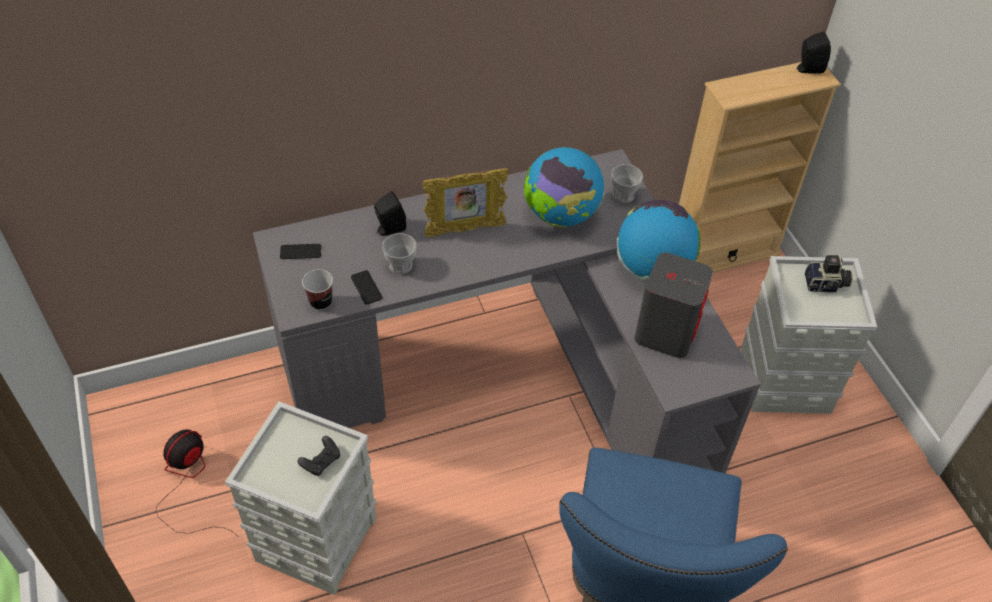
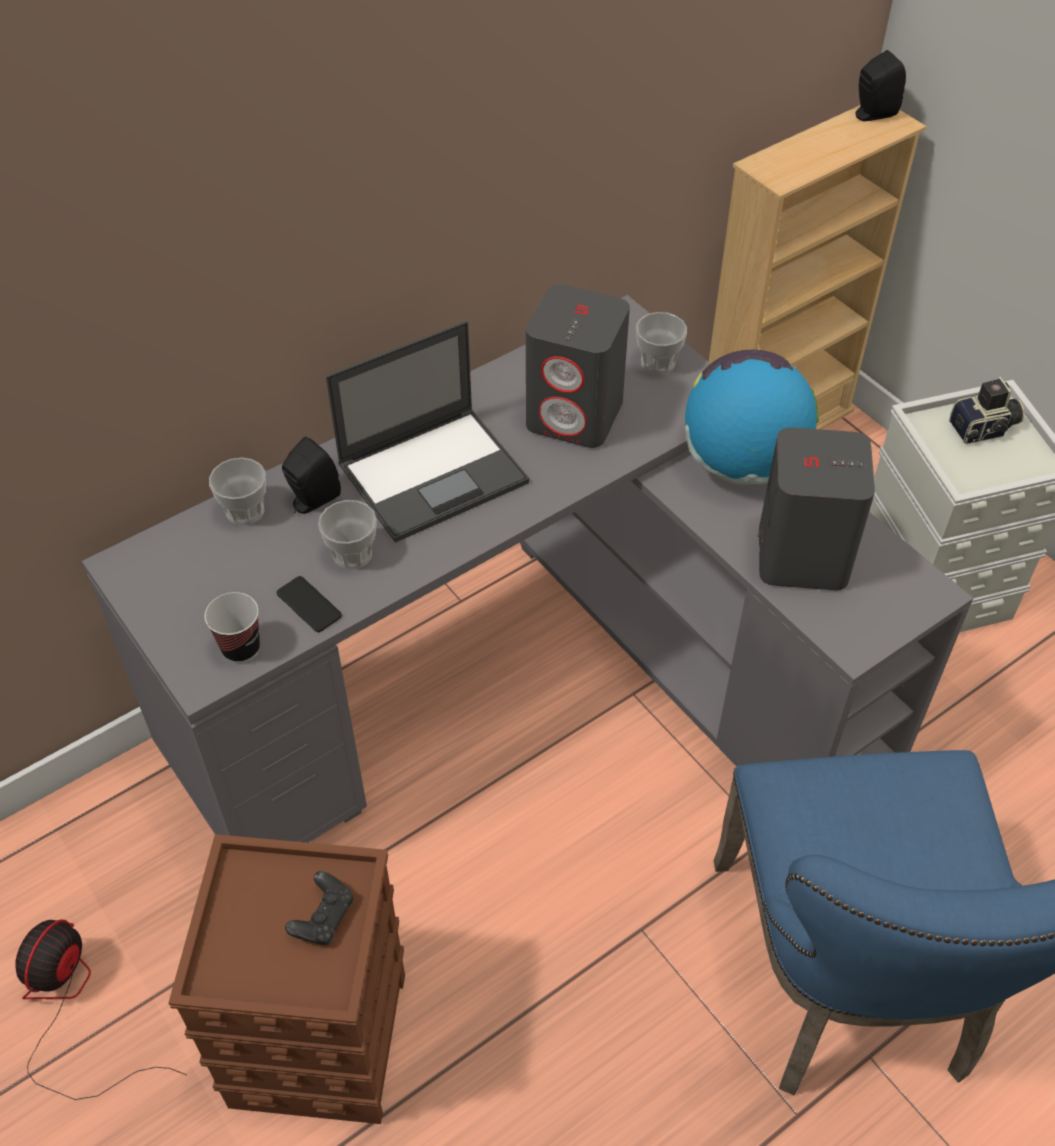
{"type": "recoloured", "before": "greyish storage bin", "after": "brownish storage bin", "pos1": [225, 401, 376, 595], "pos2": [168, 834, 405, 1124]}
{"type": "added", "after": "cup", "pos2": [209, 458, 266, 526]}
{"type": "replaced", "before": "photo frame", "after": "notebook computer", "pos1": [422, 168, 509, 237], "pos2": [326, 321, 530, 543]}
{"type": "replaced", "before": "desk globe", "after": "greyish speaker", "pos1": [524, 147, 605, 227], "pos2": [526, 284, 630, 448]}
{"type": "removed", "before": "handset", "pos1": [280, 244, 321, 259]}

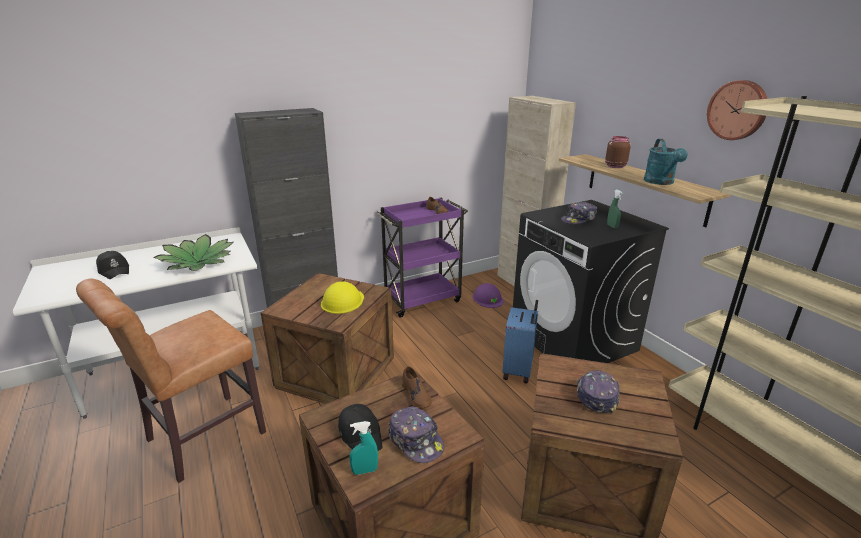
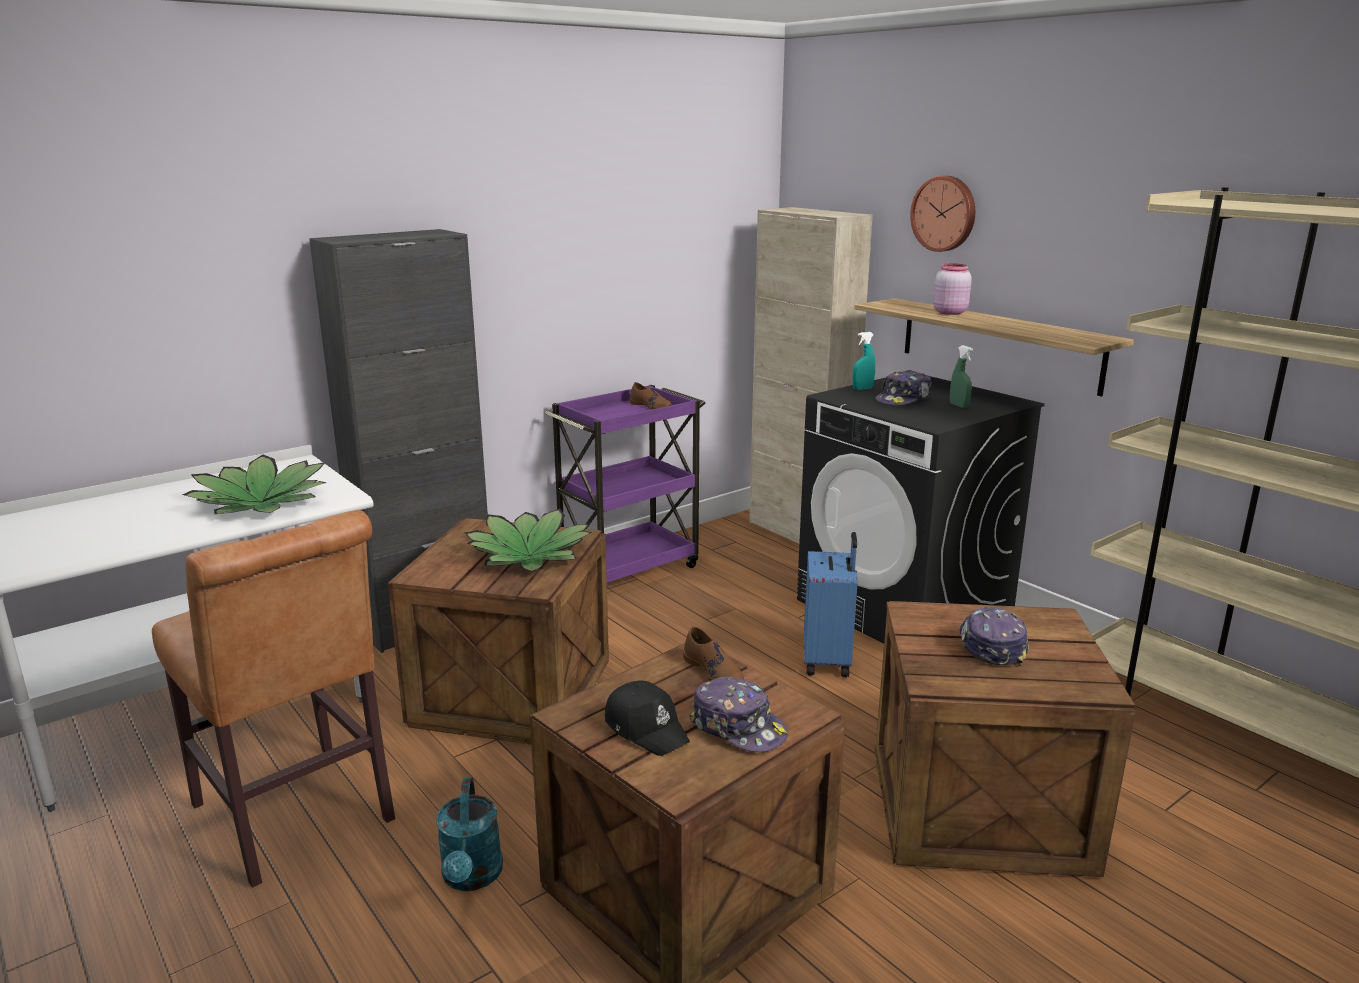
{"type": "turned", "before": "brownish upright chair", "pos1": [76, 279, 266, 483], "pos2": [152, 510, 395, 888], "turn": -75}
{"type": "moved", "before": "turquoise-coloured watering pot", "pos1": [644, 139, 688, 185], "pos2": [436, 778, 503, 891]}
{"type": "replaced", "before": "yellowish hard hat", "after": "plant in a pot", "pos1": [321, 281, 364, 314], "pos2": [465, 508, 592, 571]}
{"type": "moved", "before": "turquoise-coloured spray bottle", "pos1": [349, 421, 378, 475], "pos2": [853, 332, 875, 390]}
{"type": "moved", "before": "clock on the wall", "pos1": [707, 80, 767, 140], "pos2": [910, 176, 975, 252]}
{"type": "recoloured", "before": "brownish storage jar", "after": "pink storage jar", "pos1": [605, 136, 631, 168], "pos2": [933, 264, 972, 315]}
{"type": "removed", "before": "blackish baseball cap", "pos1": [96, 251, 129, 279]}
{"type": "removed", "before": "purplish hard hat", "pos1": [473, 283, 504, 308]}

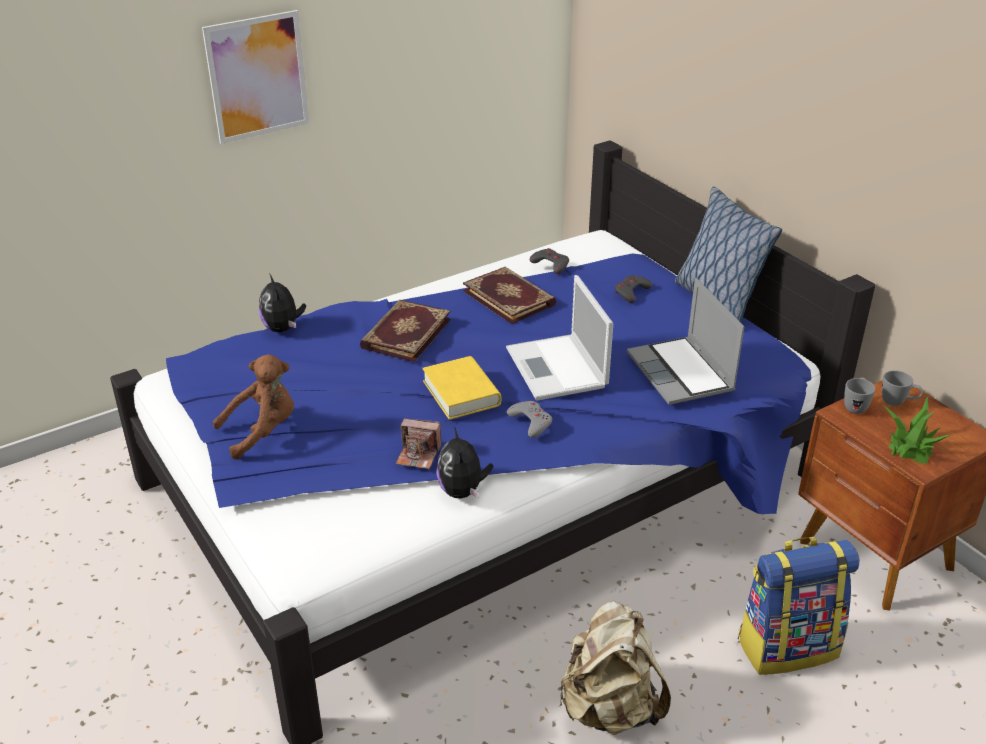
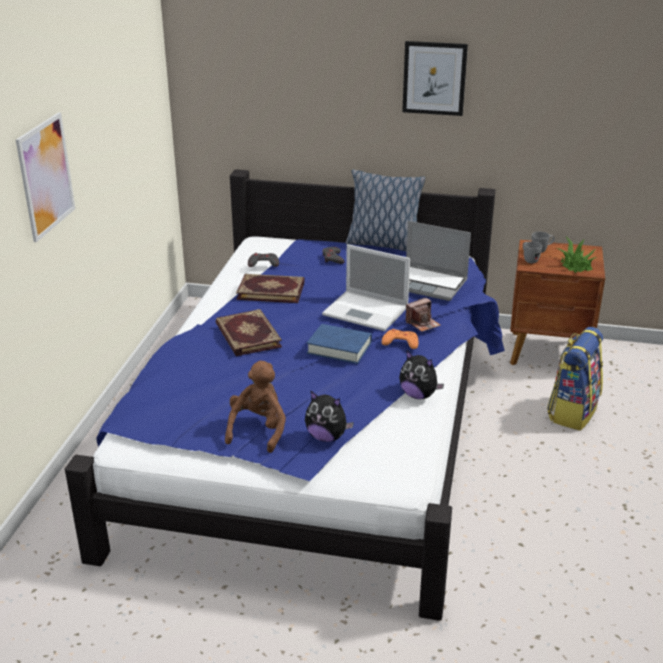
{"type": "moved", "before": "soft toy", "pos1": [259, 273, 306, 332], "pos2": [305, 390, 354, 442]}
{"type": "recoloured", "before": "yellowish book", "after": "blue book", "pos1": [422, 356, 501, 420], "pos2": [307, 324, 372, 364]}
{"type": "recoloured", "before": "greyish game controller", "after": "orange-coloured game controller", "pos1": [507, 401, 552, 438], "pos2": [382, 329, 419, 349]}
{"type": "added", "after": "wall art", "pos2": [402, 41, 468, 116]}
{"type": "moved", "before": "photo camera", "pos1": [396, 419, 442, 469], "pos2": [406, 298, 441, 332]}
{"type": "removed", "before": "beige-coloured rucksack", "pos1": [559, 601, 671, 735]}

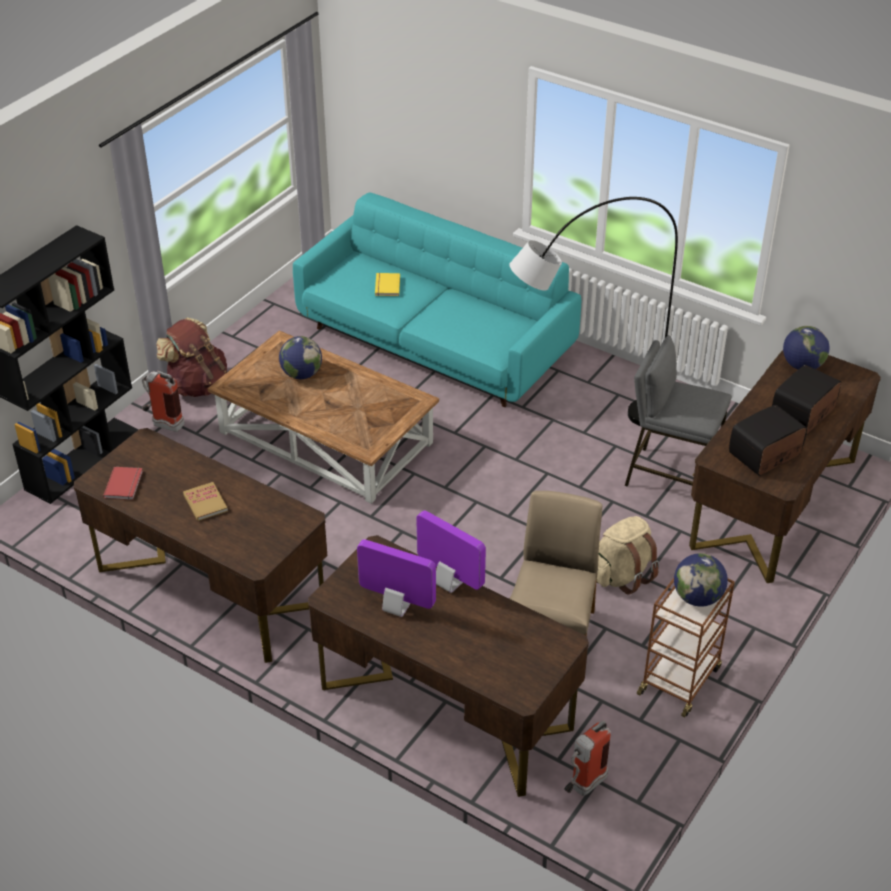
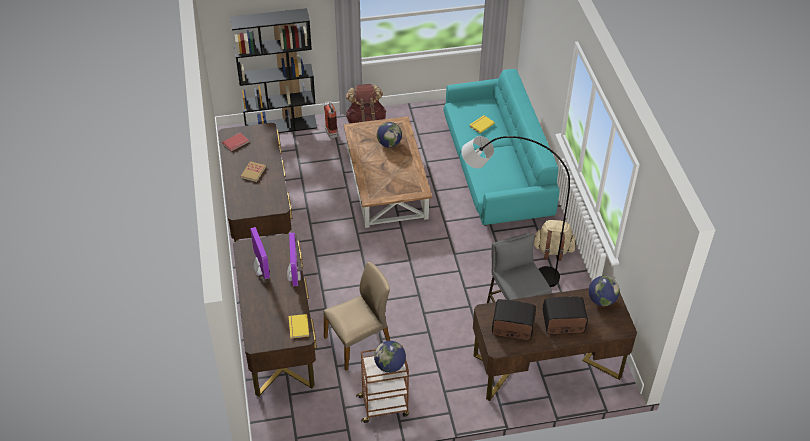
{"type": "added", "after": "yellowish book", "pos2": [289, 314, 309, 338]}
{"type": "moved", "before": "beige-coloured rucksack", "pos1": [596, 516, 659, 595], "pos2": [534, 220, 576, 261]}
{"type": "removed", "before": "fire extinguisher", "pos1": [564, 720, 611, 796]}

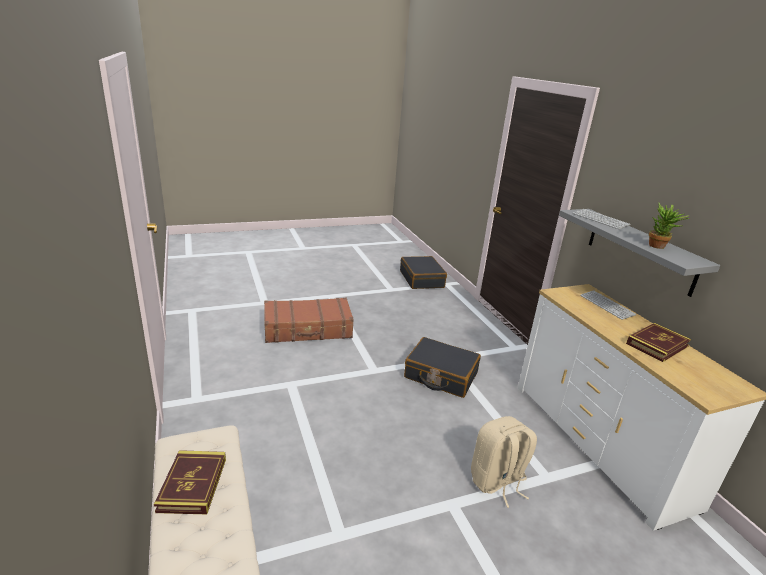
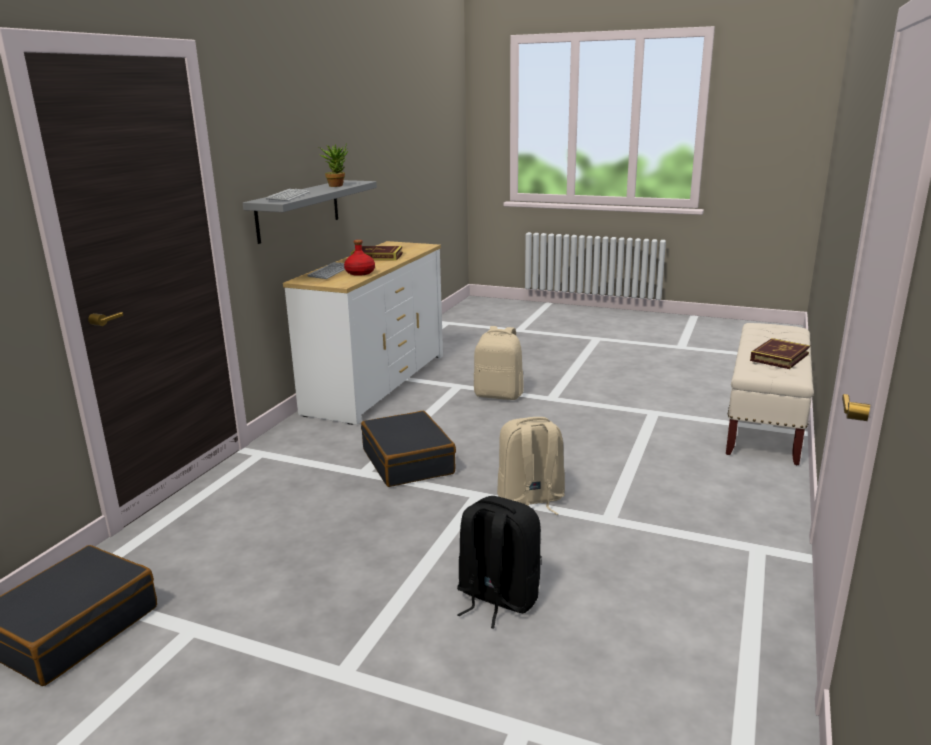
{"type": "added", "after": "red-coloured beverage bottle", "pos2": [344, 240, 375, 276]}
{"type": "replaced", "before": "brownish piece of luggage", "after": "blackish rucksack", "pos1": [264, 298, 354, 343], "pos2": [457, 496, 542, 629]}
{"type": "added", "after": "beige-coloured rucksack", "pos2": [497, 417, 565, 515]}

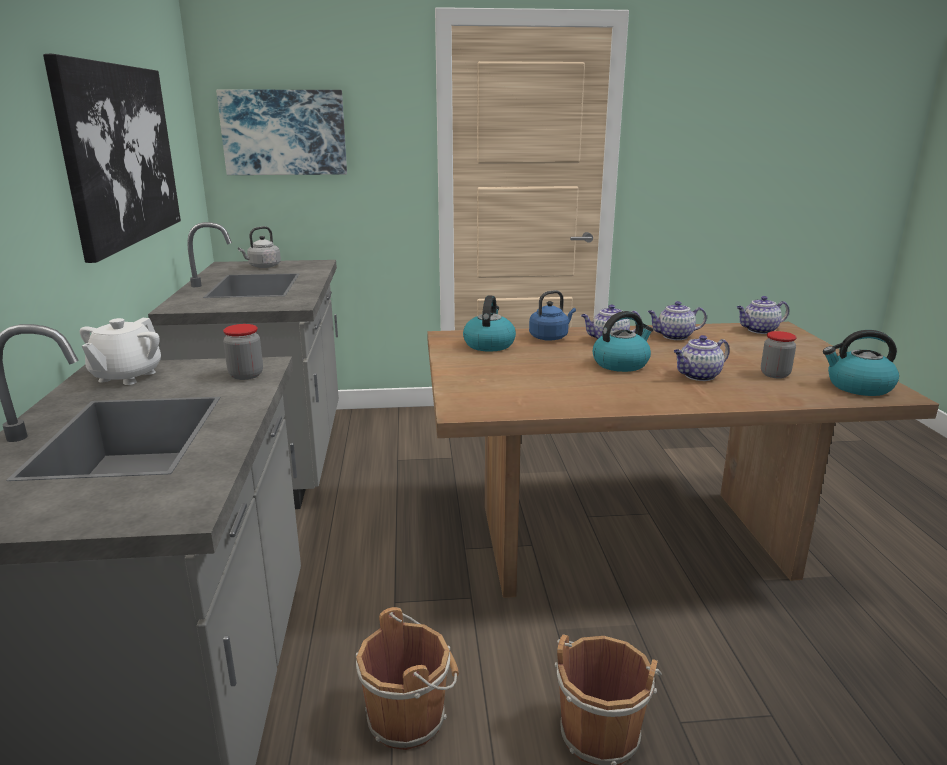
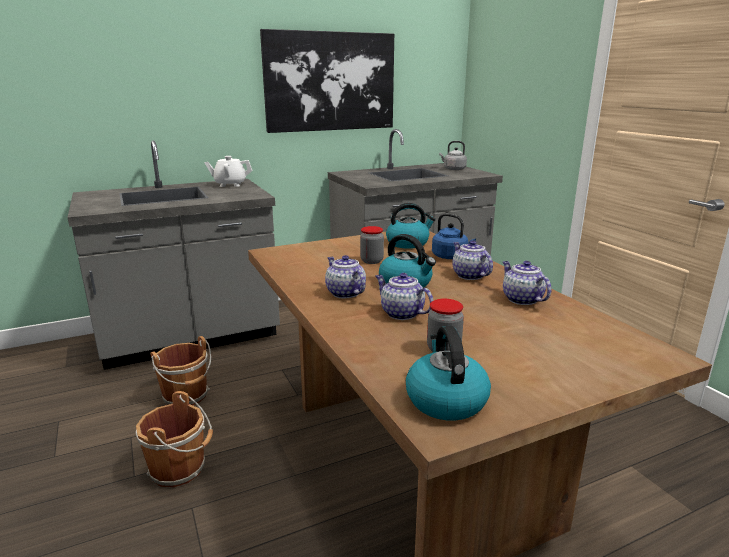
{"type": "moved", "before": "pot for tea", "pos1": [737, 296, 789, 334], "pos2": [325, 255, 366, 299]}
{"type": "moved", "before": "storage jar", "pos1": [223, 324, 263, 380], "pos2": [360, 226, 384, 264]}
{"type": "removed", "before": "wall art", "pos1": [216, 89, 347, 175]}

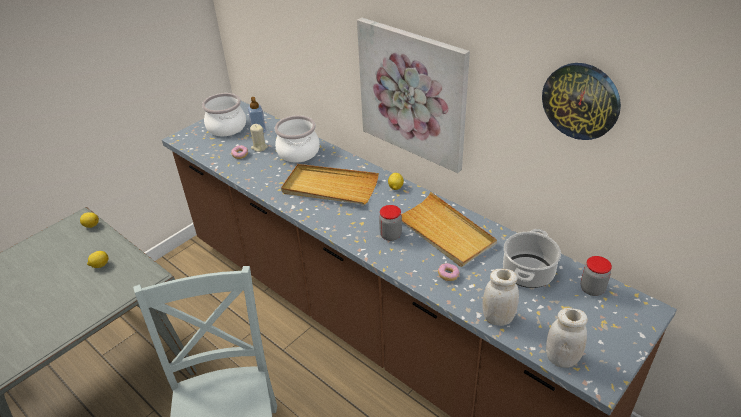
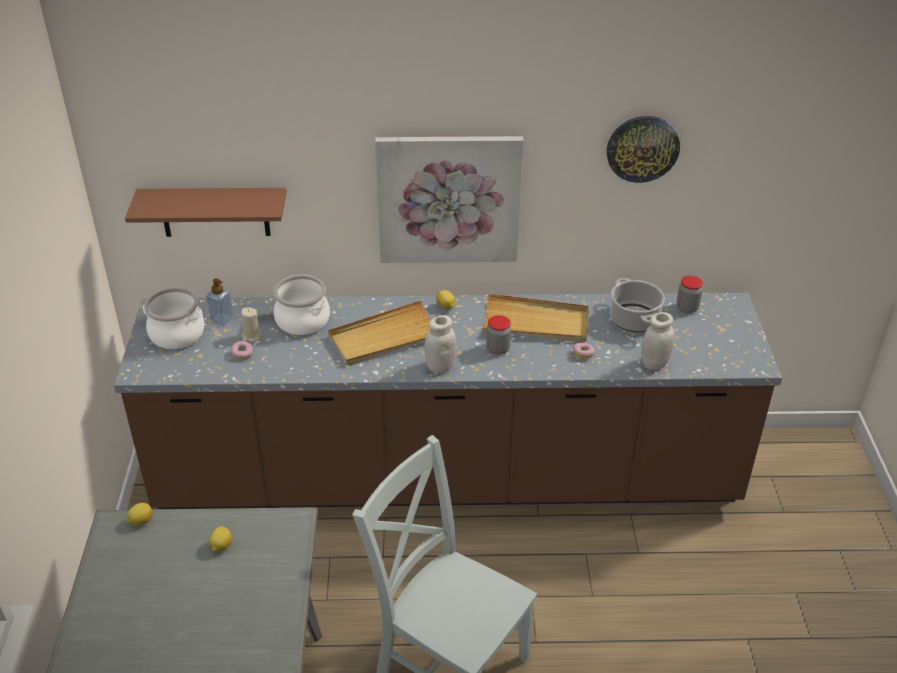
{"type": "added", "after": "brownish bracket shelf", "pos2": [125, 188, 287, 237]}
{"type": "moved", "before": "whitish storage jar", "pos1": [546, 308, 588, 368], "pos2": [424, 315, 456, 373]}

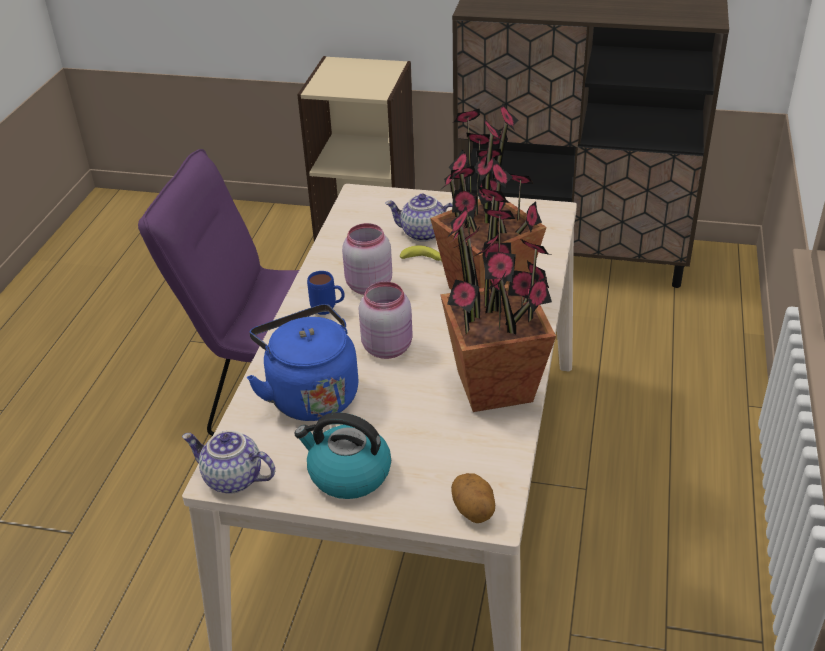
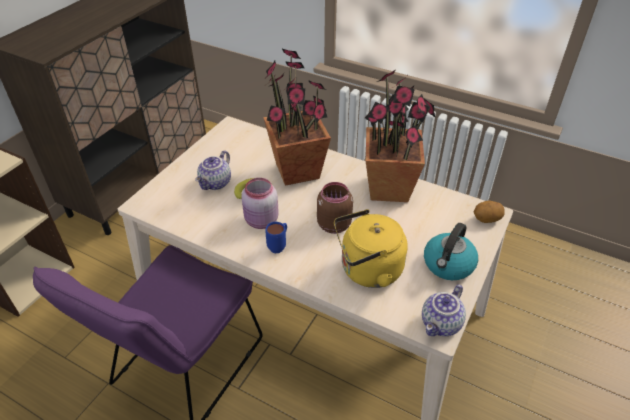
{"type": "recoloured", "before": "pink storage jar", "after": "brownish storage jar", "pos1": [359, 282, 413, 359], "pos2": [317, 182, 353, 234]}
{"type": "recoloured", "before": "blue water kettle", "after": "yellowish water kettle", "pos1": [247, 304, 358, 421], "pos2": [334, 209, 408, 288]}

